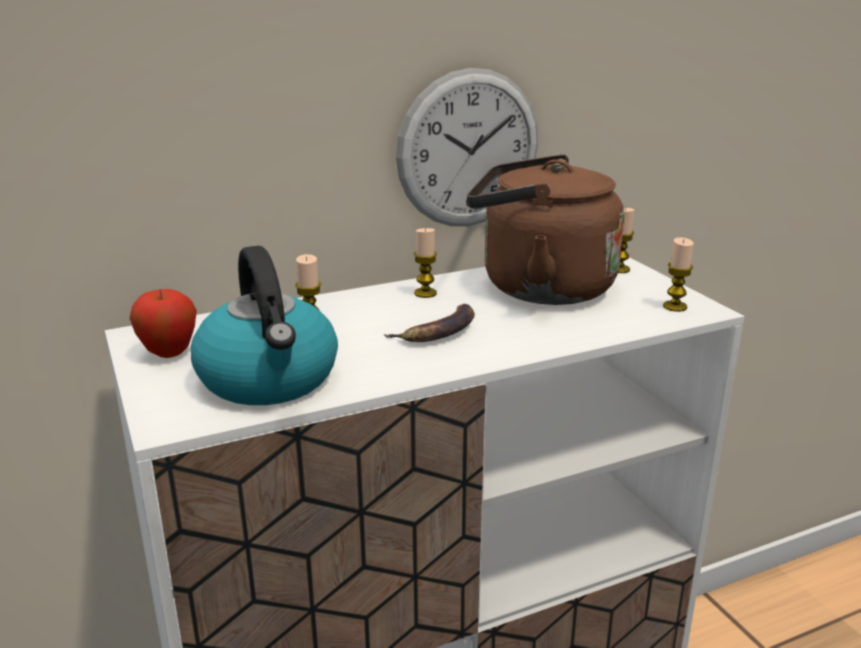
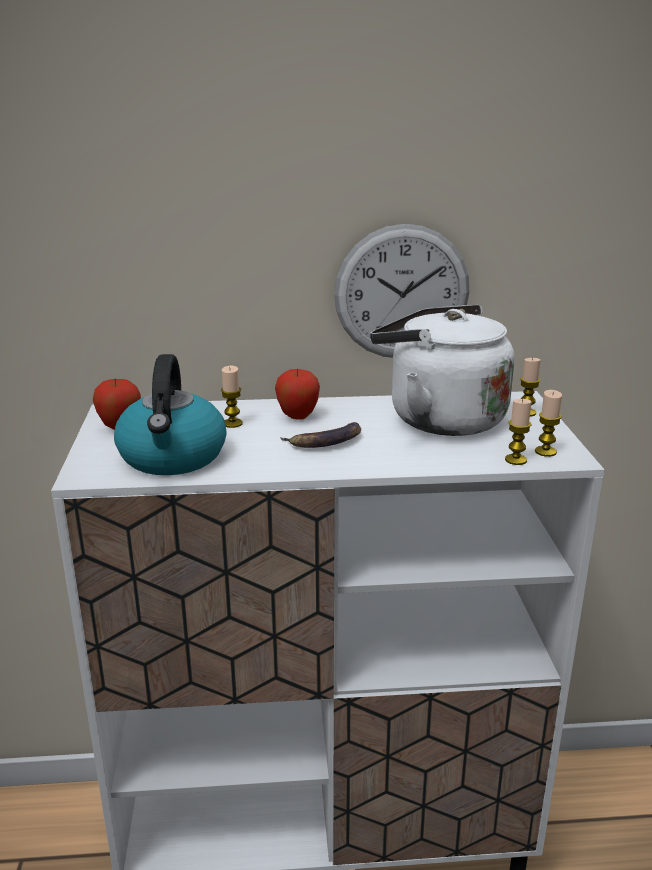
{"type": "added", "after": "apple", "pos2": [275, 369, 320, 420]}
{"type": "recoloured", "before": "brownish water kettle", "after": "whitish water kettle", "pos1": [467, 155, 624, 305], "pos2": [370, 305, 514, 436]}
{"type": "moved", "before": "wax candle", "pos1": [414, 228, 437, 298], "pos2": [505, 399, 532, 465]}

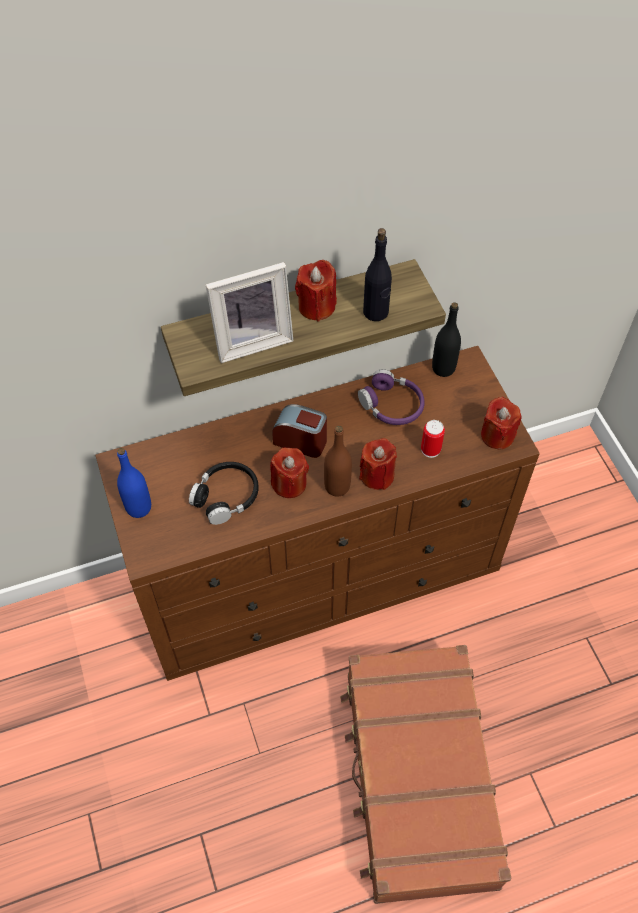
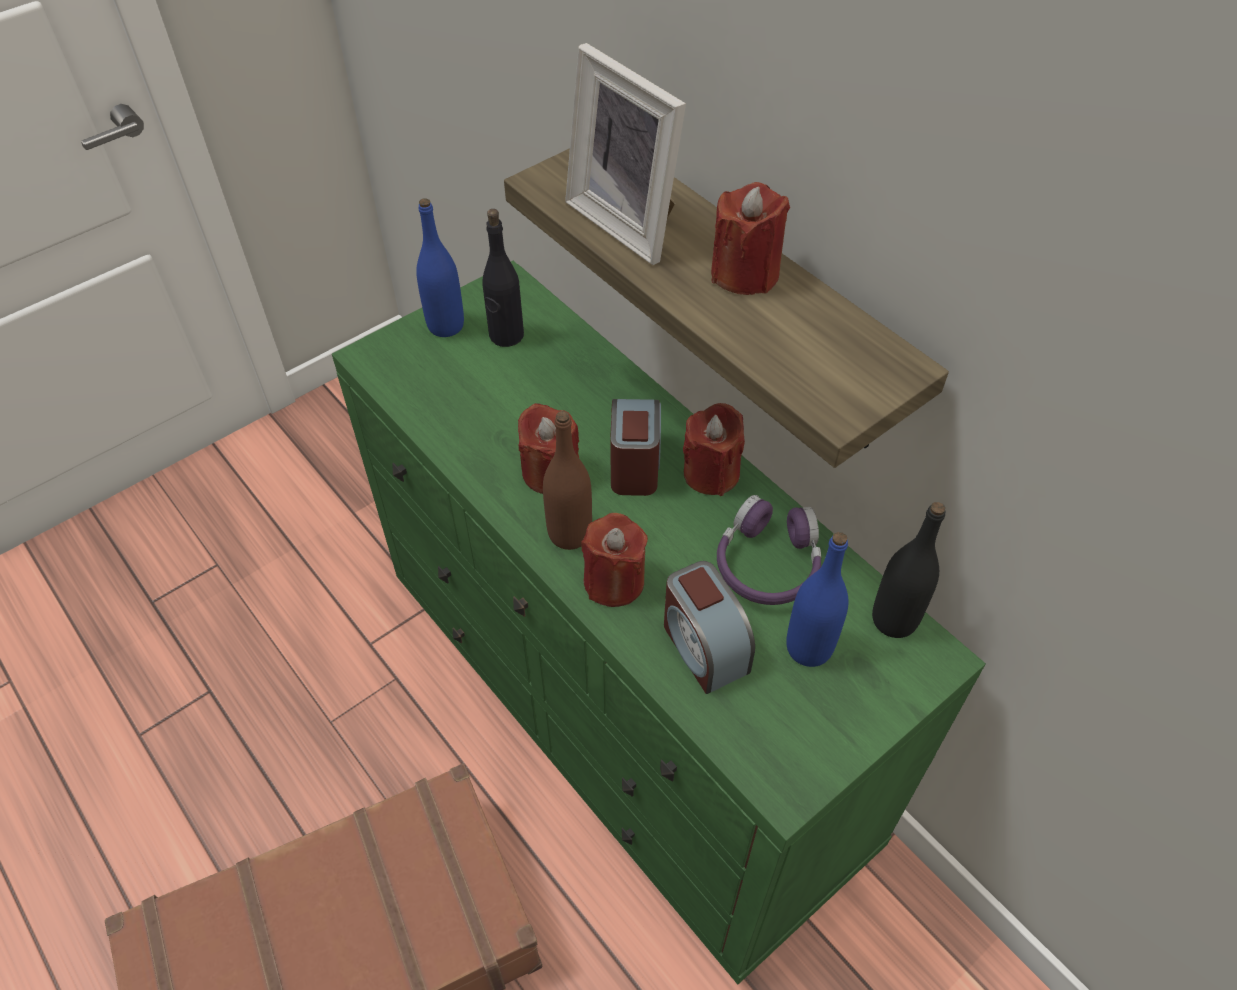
{"type": "recoloured", "before": "brownish dresser", "after": "green-coloured dresser", "pos1": [95, 346, 540, 681], "pos2": [332, 261, 986, 984]}
{"type": "moved", "before": "blackish beverage bottle", "pos1": [363, 228, 392, 321], "pos2": [482, 209, 524, 347]}
{"type": "replaced", "before": "metal can", "after": "table clock", "pos1": [421, 420, 445, 458], "pos2": [664, 561, 755, 694]}
{"type": "moved", "before": "red-coloured wax candle", "pos1": [481, 397, 522, 450], "pos2": [683, 403, 745, 496]}
{"type": "added", "after": "blue beverage bottle", "pos2": [786, 532, 849, 667]}
{"type": "removed", "before": "blackish headset", "pos1": [189, 462, 259, 525]}

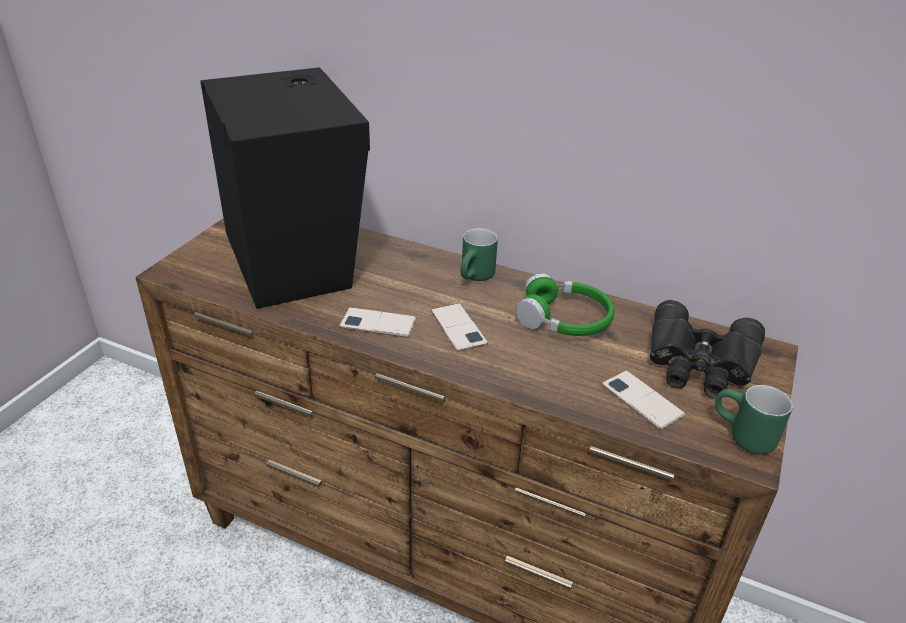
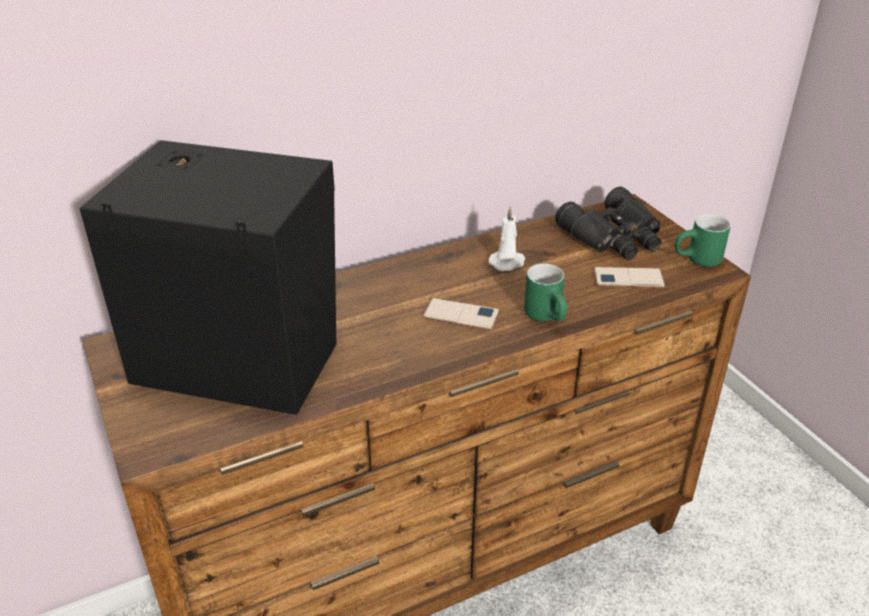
{"type": "replaced", "before": "green-coloured headset", "after": "whitish wax candle", "pos1": [516, 273, 615, 336], "pos2": [489, 206, 525, 271]}
{"type": "moved", "before": "green-coloured tea mug", "pos1": [460, 228, 498, 281], "pos2": [524, 264, 567, 321]}
{"type": "removed", "before": "handset", "pos1": [339, 307, 416, 338]}

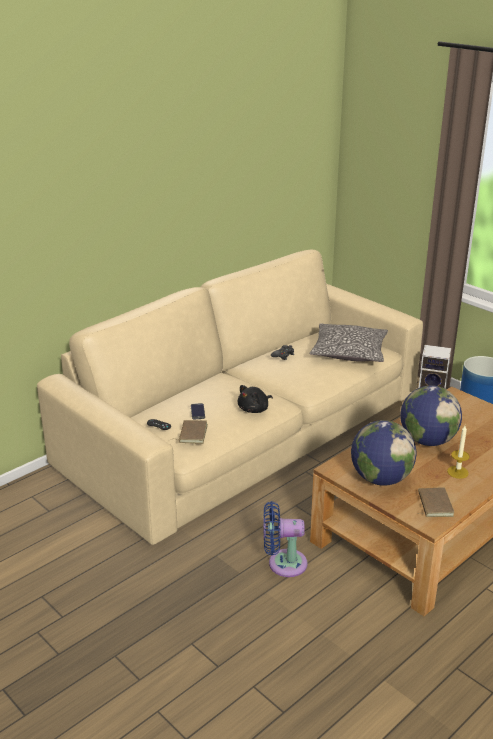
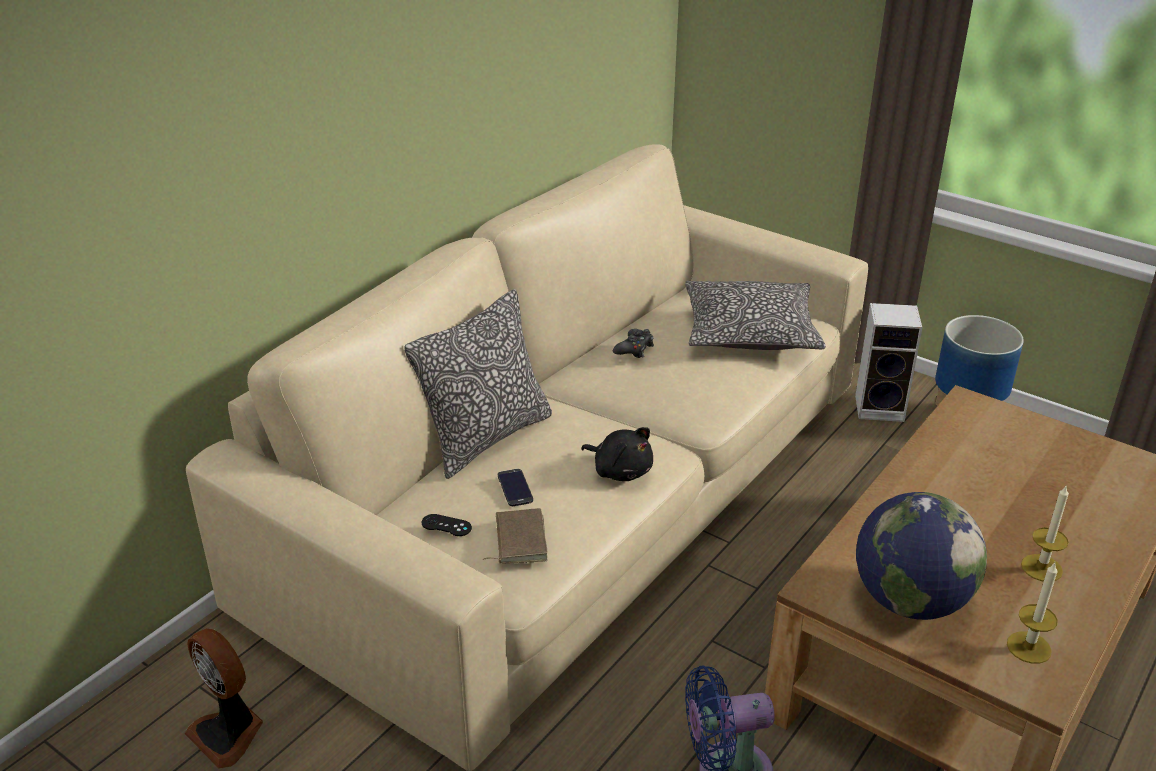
{"type": "added", "after": "fan", "pos2": [184, 629, 263, 769]}
{"type": "added", "after": "pillow", "pos2": [404, 289, 552, 479]}
{"type": "turned", "before": "blackish soft toy", "pos1": [238, 385, 273, 413], "pos2": [581, 427, 653, 481], "turn": -90}
{"type": "replaced", "before": "brownish book", "after": "wax candle", "pos1": [417, 487, 454, 517], "pos2": [1007, 563, 1058, 664]}
{"type": "removed", "before": "desk globe", "pos1": [400, 385, 462, 446]}

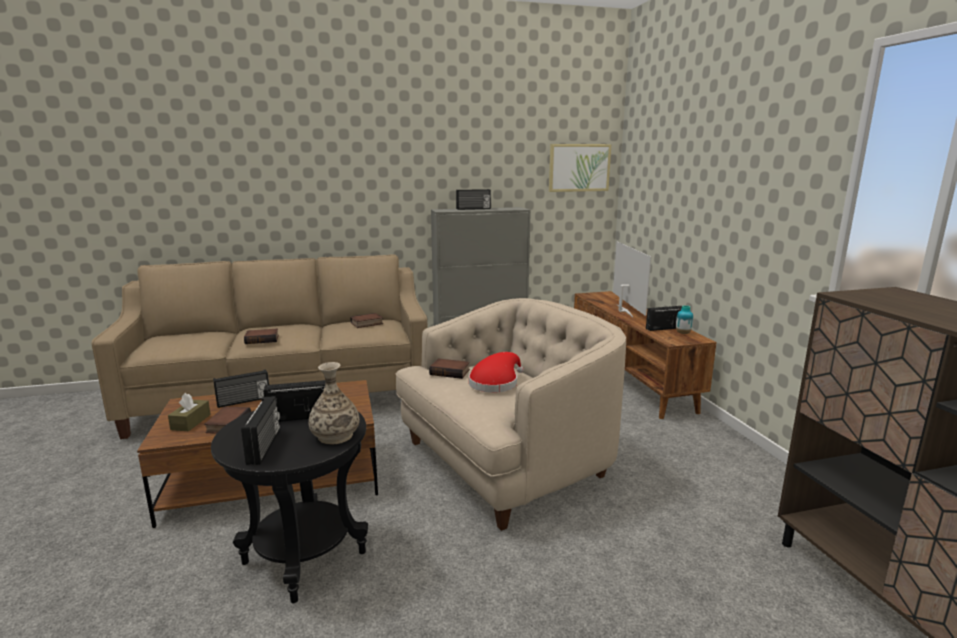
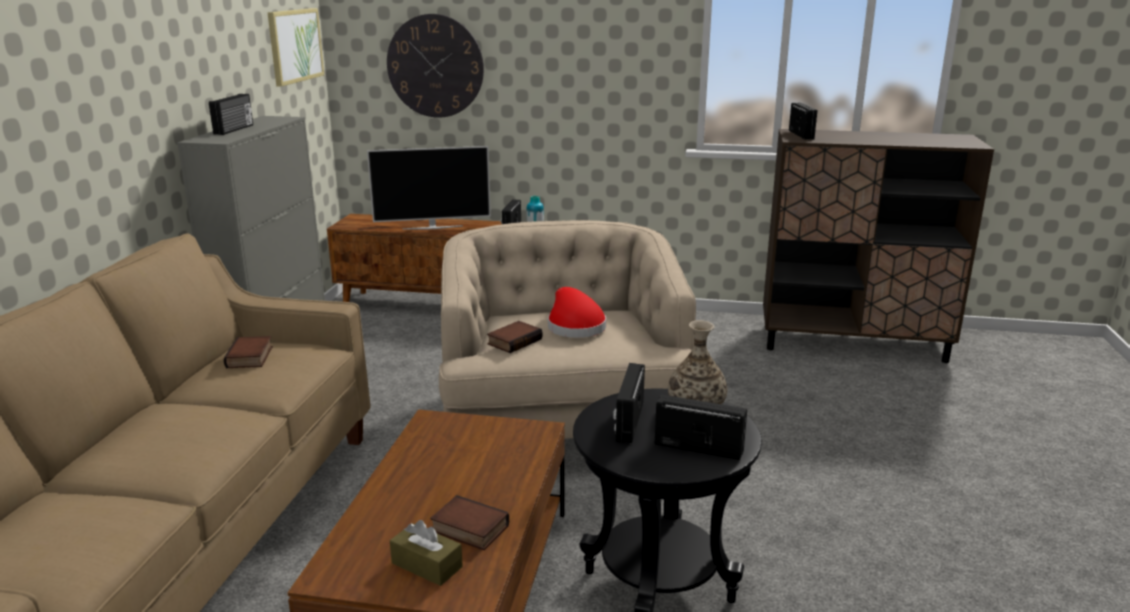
{"type": "turned", "before": "television", "pos1": [613, 241, 651, 317], "pos2": [367, 146, 491, 230], "turn": 150}
{"type": "added", "after": "clock on the wall", "pos2": [387, 14, 484, 118]}
{"type": "moved", "before": "radio", "pos1": [213, 370, 269, 408], "pos2": [789, 103, 817, 140]}
{"type": "removed", "before": "book", "pos1": [244, 329, 279, 344]}

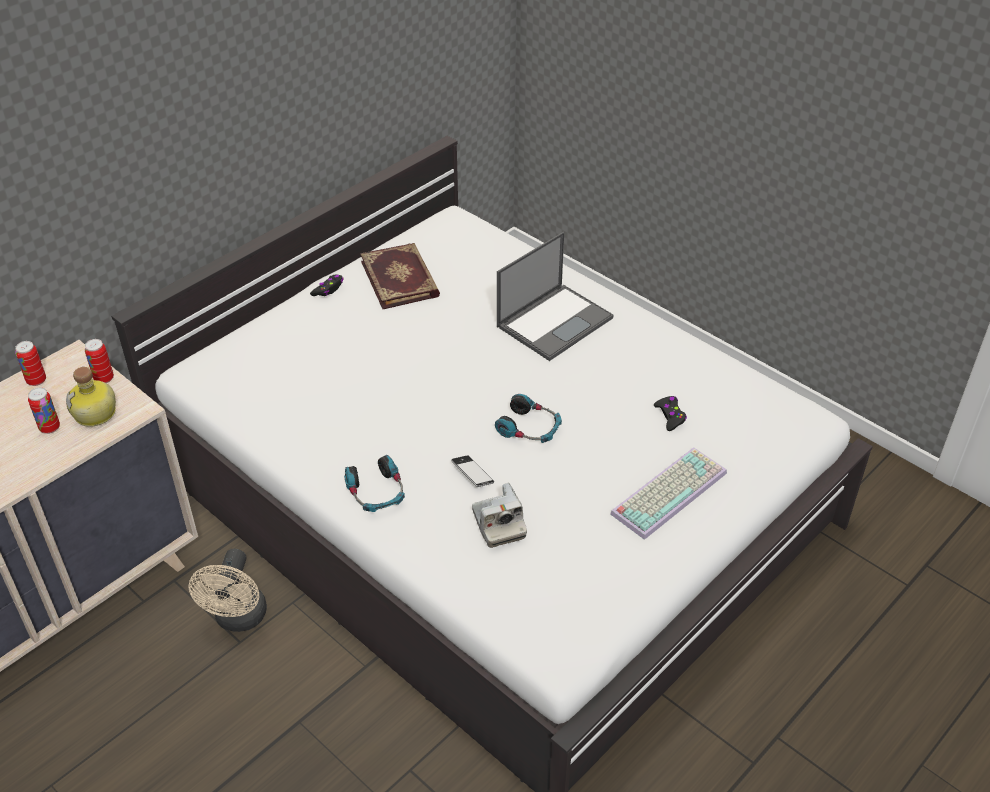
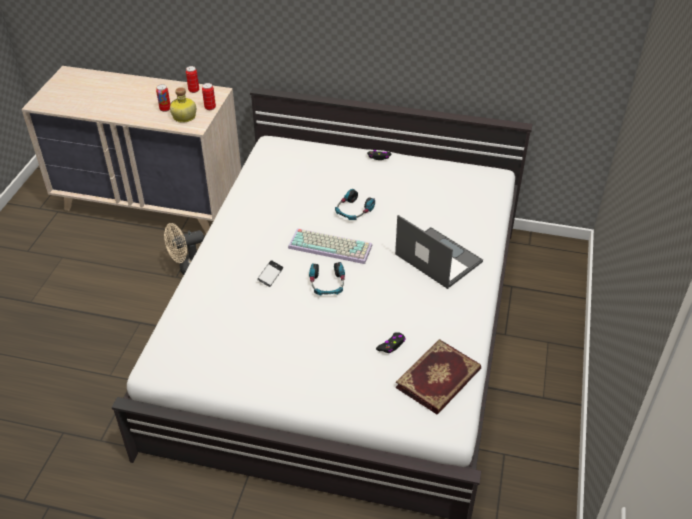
{"type": "moved", "before": "computer keyboard", "pos1": [610, 447, 727, 540], "pos2": [288, 228, 372, 264]}
{"type": "moved", "before": "headset", "pos1": [344, 455, 405, 512], "pos2": [335, 189, 375, 220]}
{"type": "turned", "before": "notebook computer", "pos1": [497, 232, 614, 361], "pos2": [395, 215, 483, 289], "turn": -150}
{"type": "moved", "before": "book", "pos1": [360, 243, 440, 309], "pos2": [395, 339, 481, 415]}
{"type": "removed", "before": "photo camera", "pos1": [472, 483, 527, 548]}

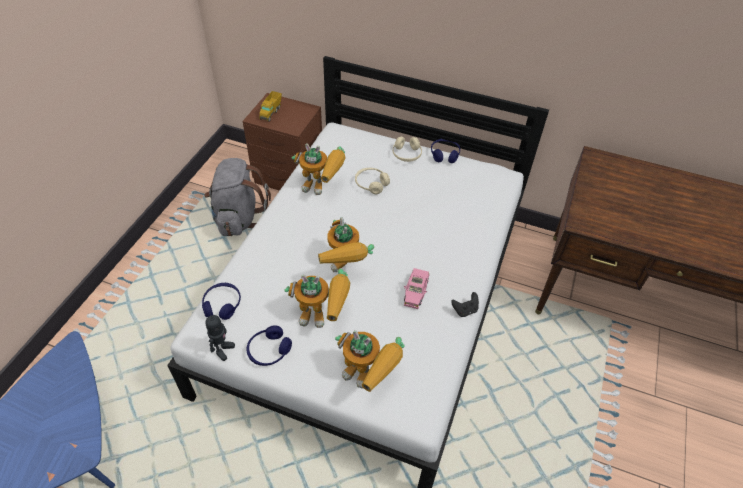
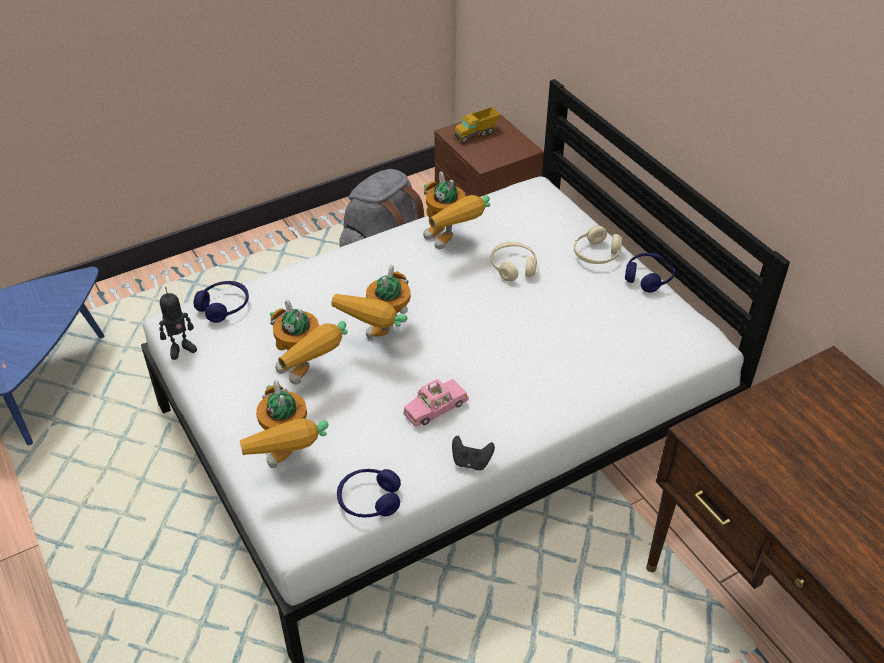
{"type": "moved", "before": "blue headset", "pos1": [246, 325, 292, 366], "pos2": [337, 469, 401, 517]}

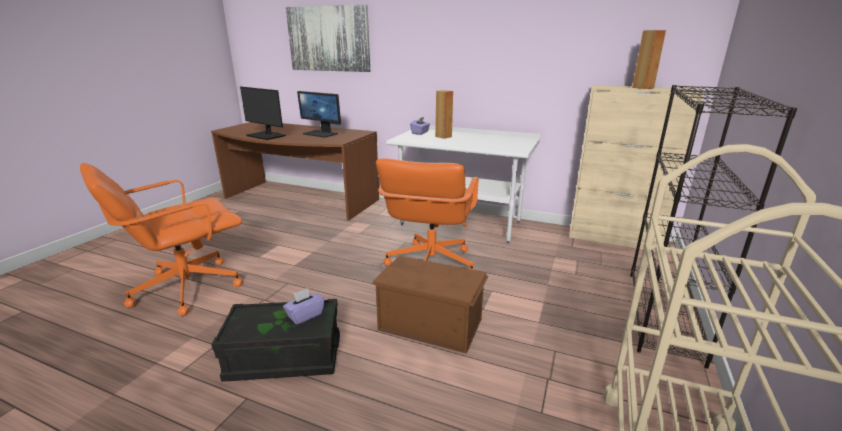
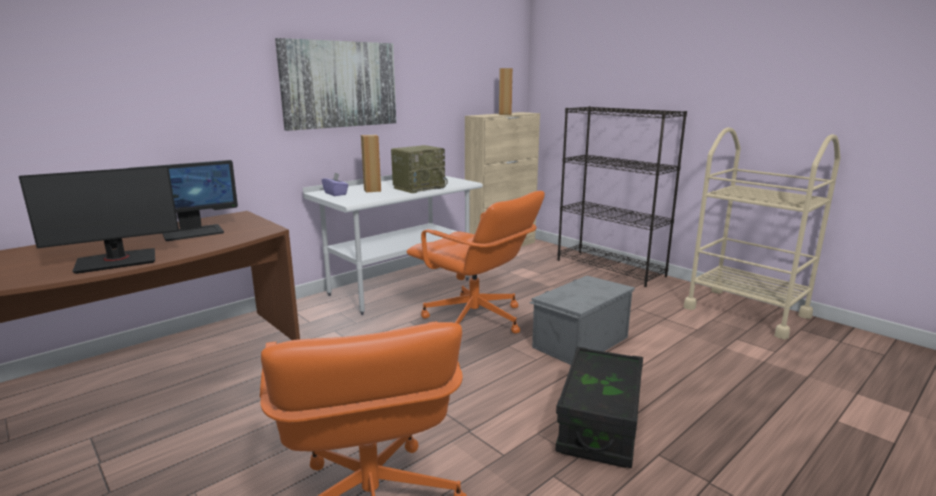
{"type": "moved", "before": "wall art", "pos1": [286, 4, 370, 72], "pos2": [275, 38, 396, 131]}
{"type": "added", "after": "radio", "pos2": [391, 145, 448, 193]}
{"type": "recoloured", "before": "brownish storage bin", "after": "greyish storage bin", "pos1": [372, 256, 489, 354], "pos2": [529, 276, 635, 365]}
{"type": "removed", "before": "purplish tissue holder", "pos1": [283, 288, 325, 325]}

